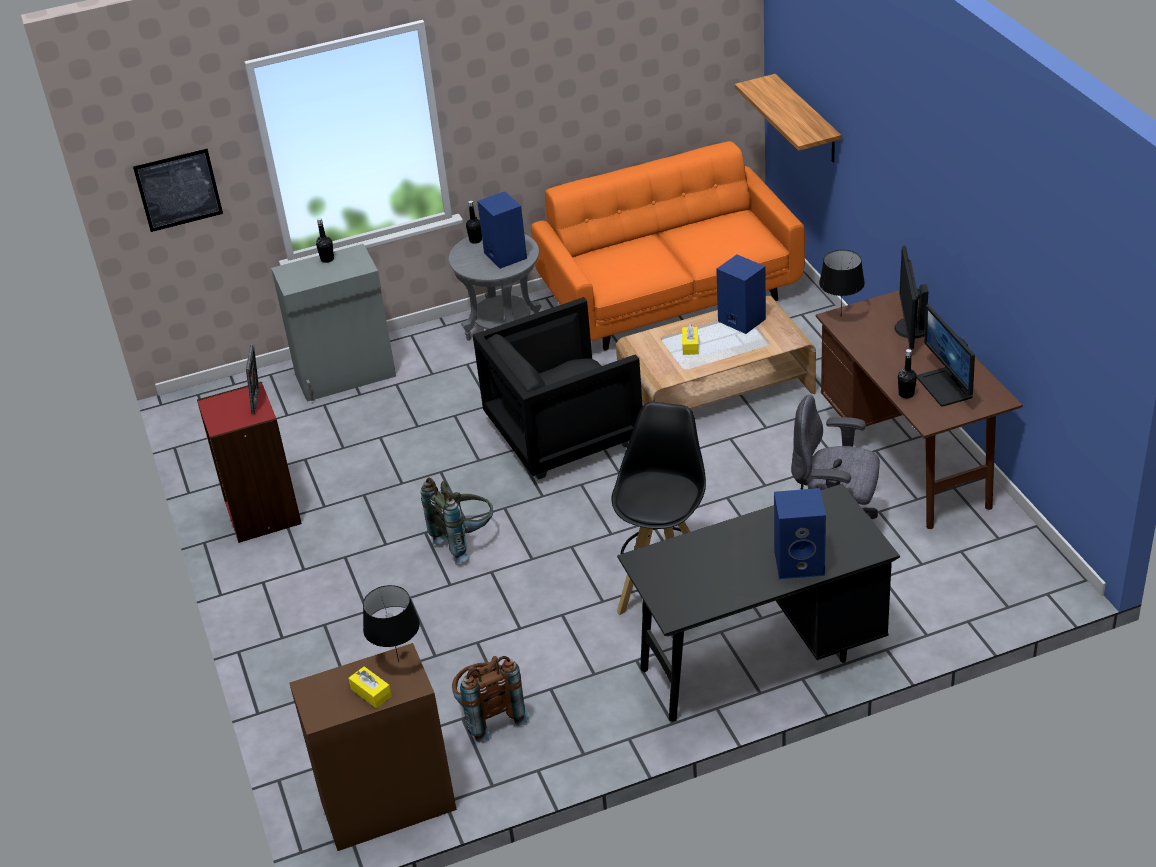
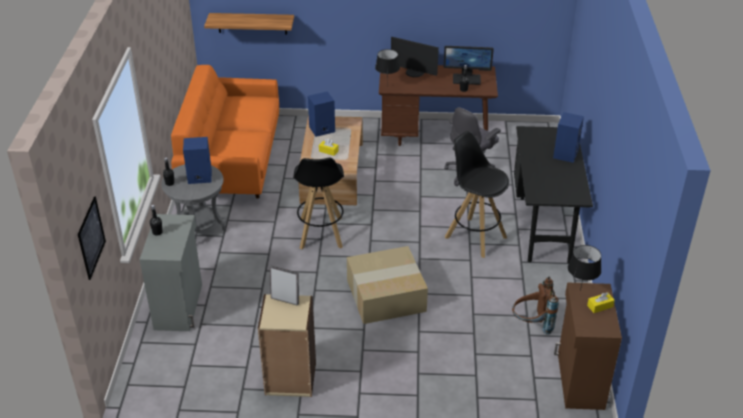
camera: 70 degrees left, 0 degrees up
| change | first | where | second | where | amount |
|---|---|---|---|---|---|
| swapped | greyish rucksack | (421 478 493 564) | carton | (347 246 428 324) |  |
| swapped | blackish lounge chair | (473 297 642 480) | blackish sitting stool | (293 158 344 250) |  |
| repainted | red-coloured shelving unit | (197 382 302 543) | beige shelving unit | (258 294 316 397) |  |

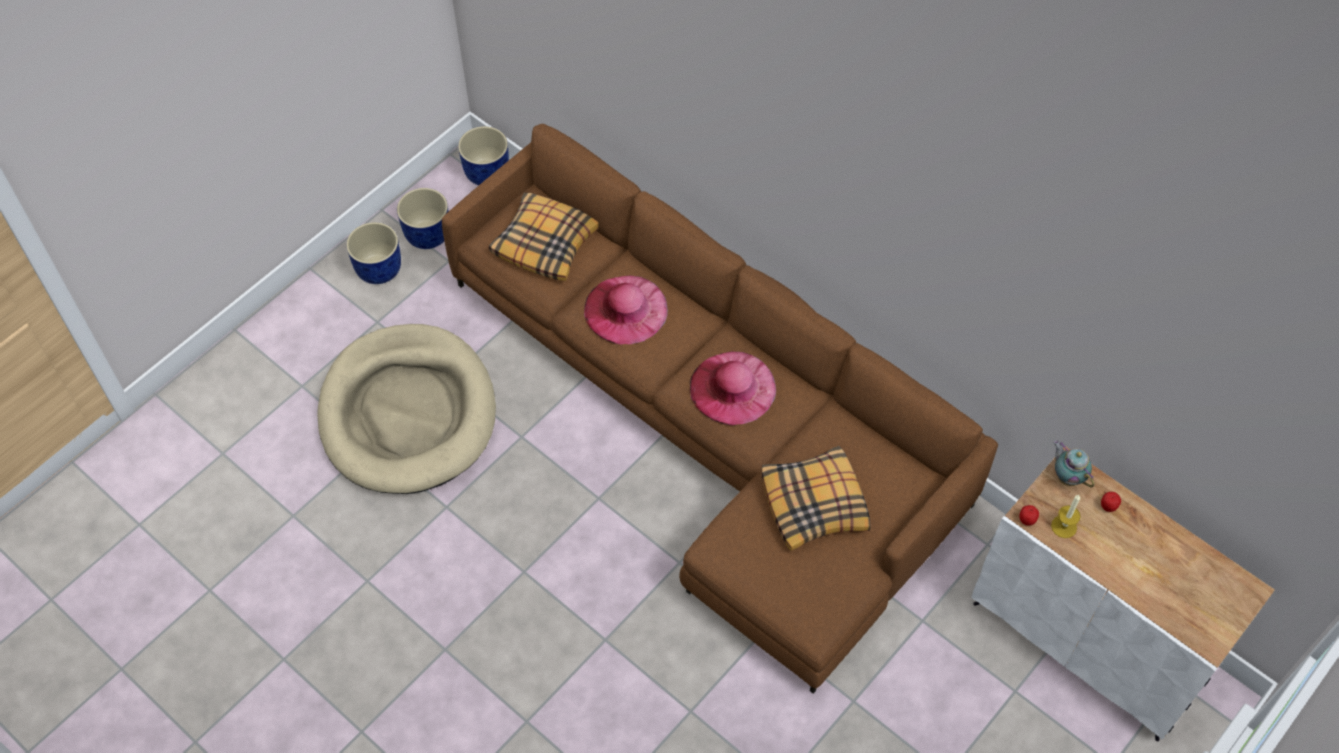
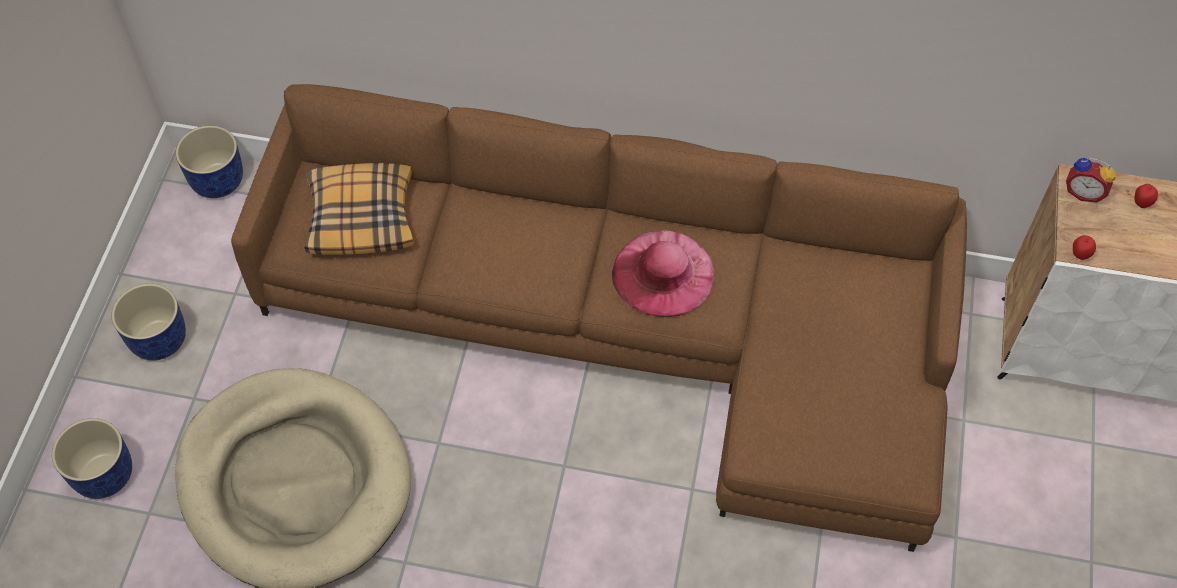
camera: 30 degrees left, 0 degrees up
| change | first | where | second | where | amount |
|---|---|---|---|---|---|
| gone | pink wearable hat | (584 276 668 344) |  |  |  |
| gone | pillow | (762 446 871 551) |  |  |  |
| gone | wax candle | (1051 495 1081 538) |  |  |  |
| shifted | blue flower pot | (397 188 449 249) |  | (52 418 132 499) |  |
| swapped | teapot | (1053 440 1094 488) | table clock | (1066 158 1116 203) |  |

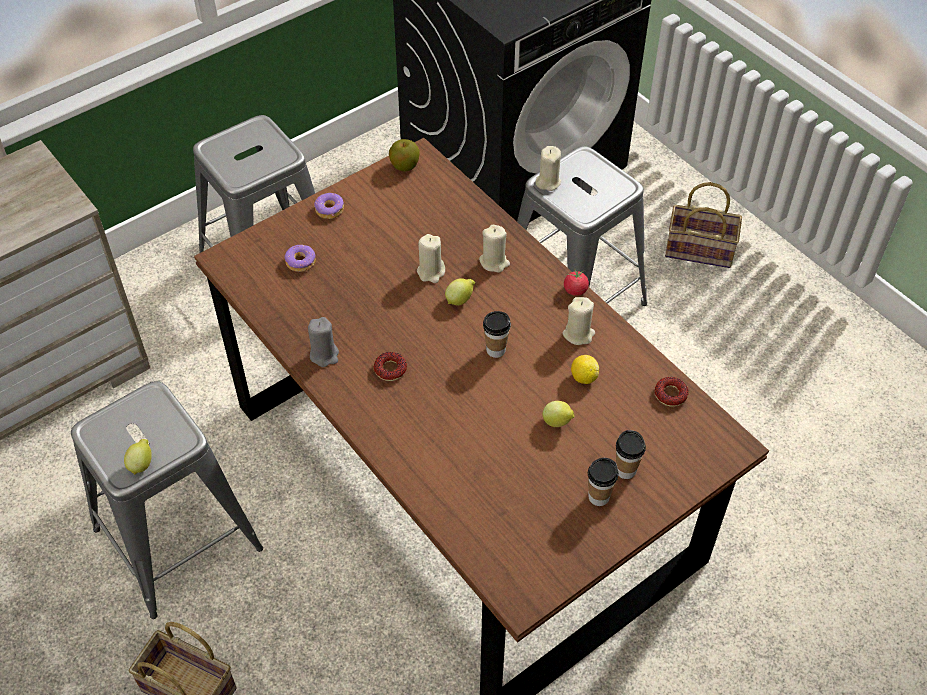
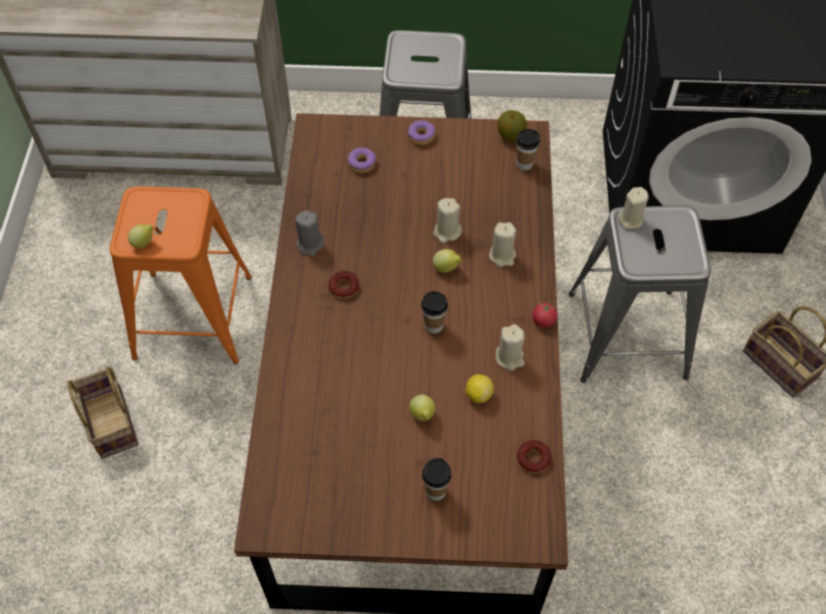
camera: 40 degrees right, 5 degrees up
| change | first | where | second | where | amount |
|---|---|---|---|---|---|
| shifted | cup | (588 458 618 506) |  | (516 129 540 171) |  |
| repainted | greyish sitting stool | (71 381 263 619) | orange sitting stool | (110 186 252 364) |  |

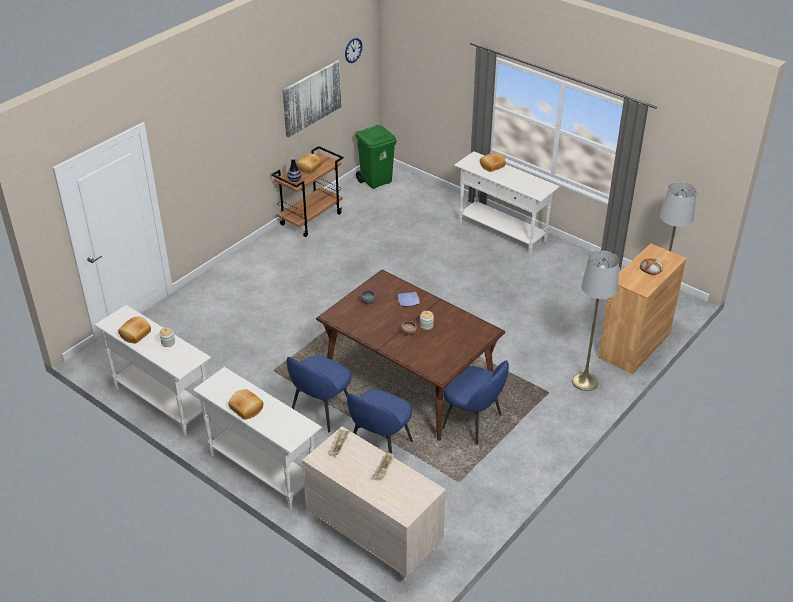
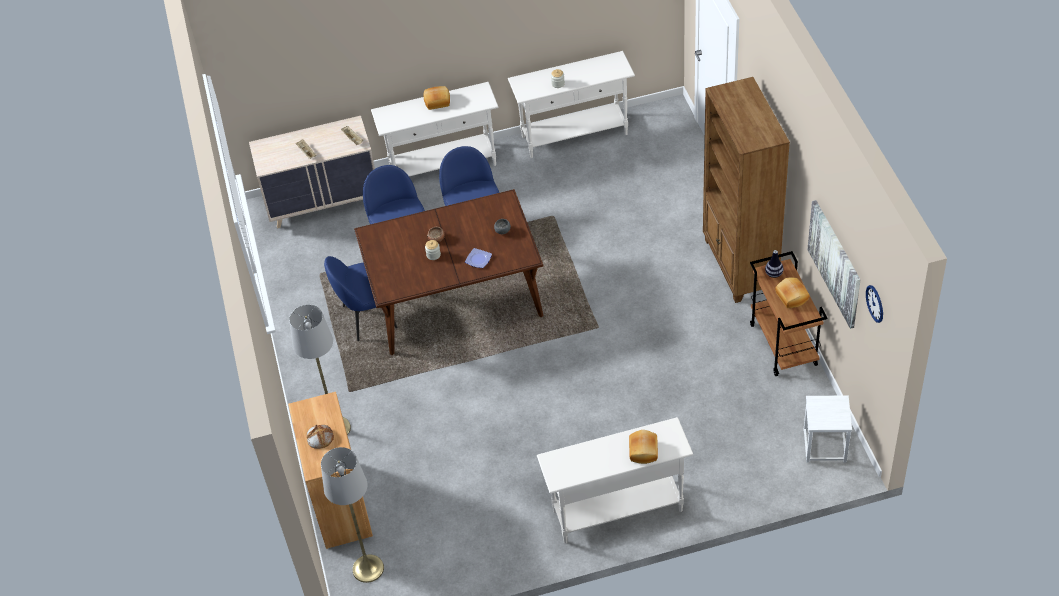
camera: 130 degrees right, 10 degrees up
| change | first | where | second | where | amount |
|---|---|---|---|---|---|
| gone | bakery bread | (118 316 151 344) |  |  |  |
| new |  |  | brownish shelving unit | (703 77 790 303) |  |
| swapped | green-coloured waste bin | (356 125 396 189) | white-coloured sitting stool | (804 396 852 463) |  |

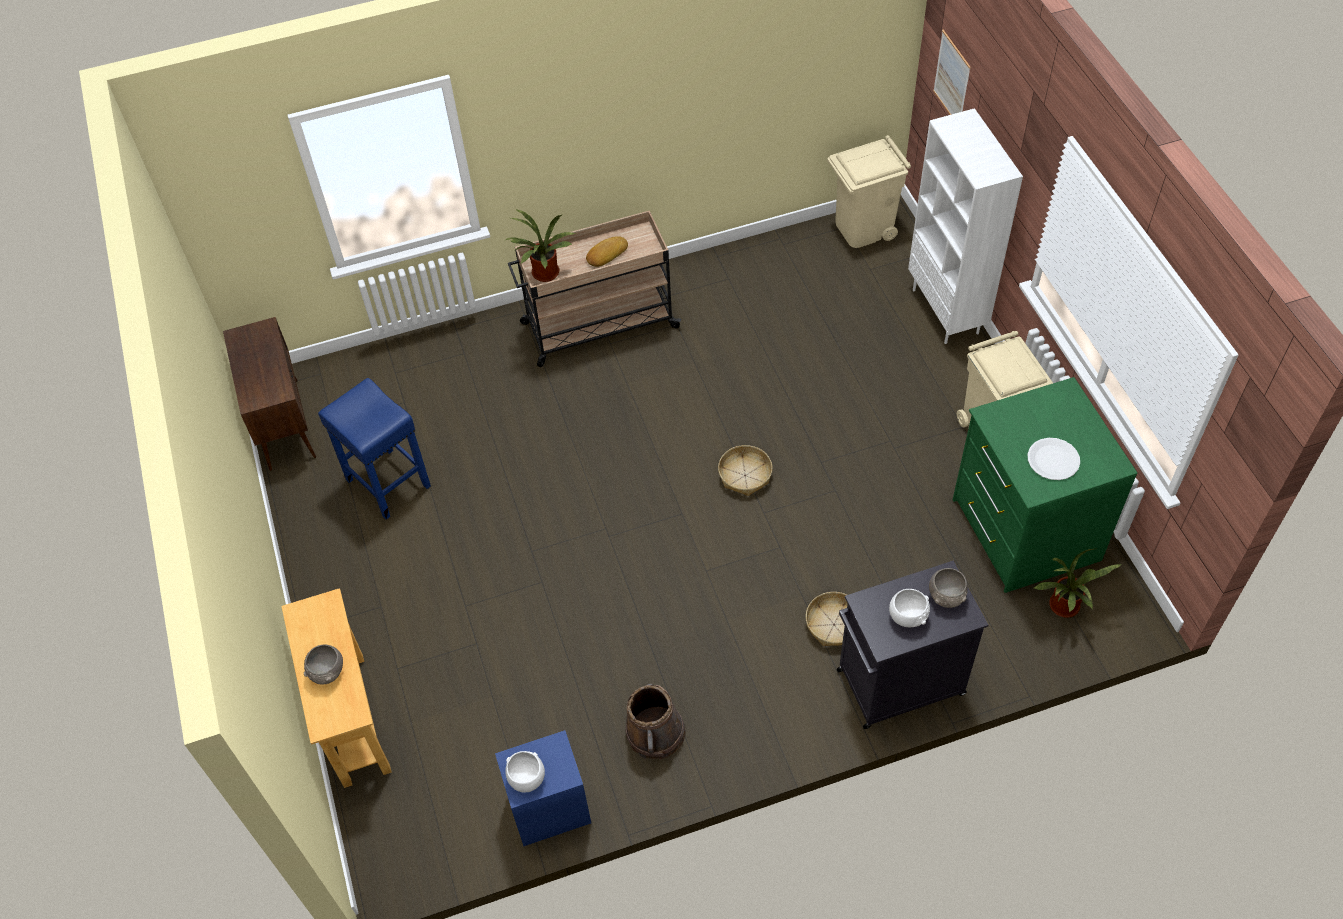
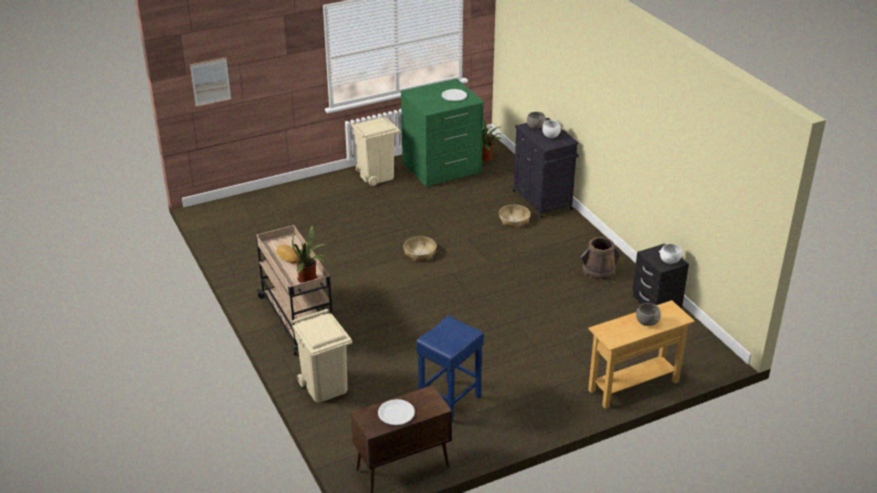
camera: 100 degrees left, 20 degrees down
| change | first | where | second | where | amount |
|---|---|---|---|---|---|
| gone | white-coloured shelving unit | (908 108 1023 344) |  |  |  |
| new |  |  | white-coloured flat dish | (378 399 415 425) |  |
| shifted | beige waste bin | (827 135 911 248) |  | (292 309 352 402) |  |
| repainted | blue bedside table | (495 730 591 846) | blackish bedside table | (632 244 689 309) |  |

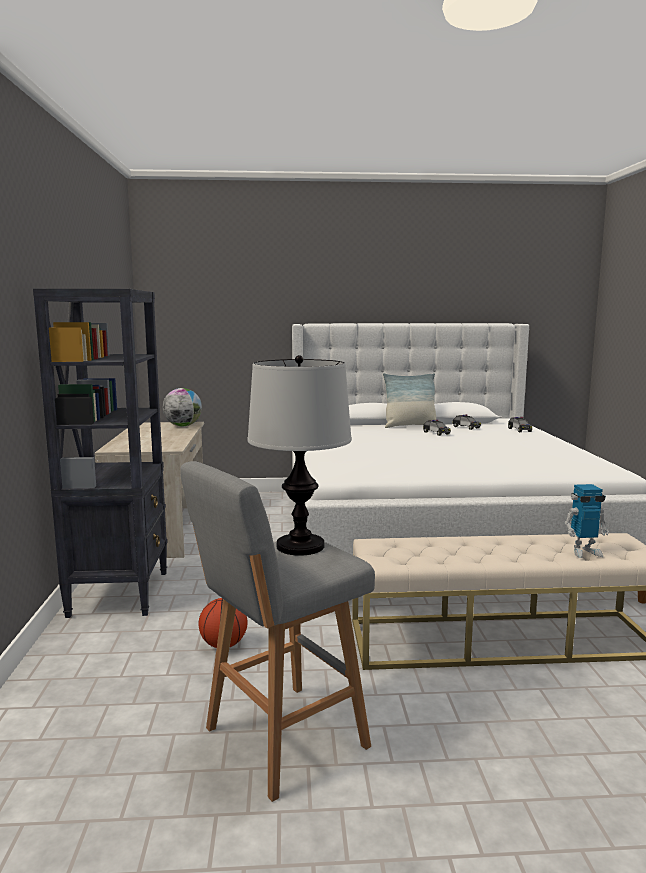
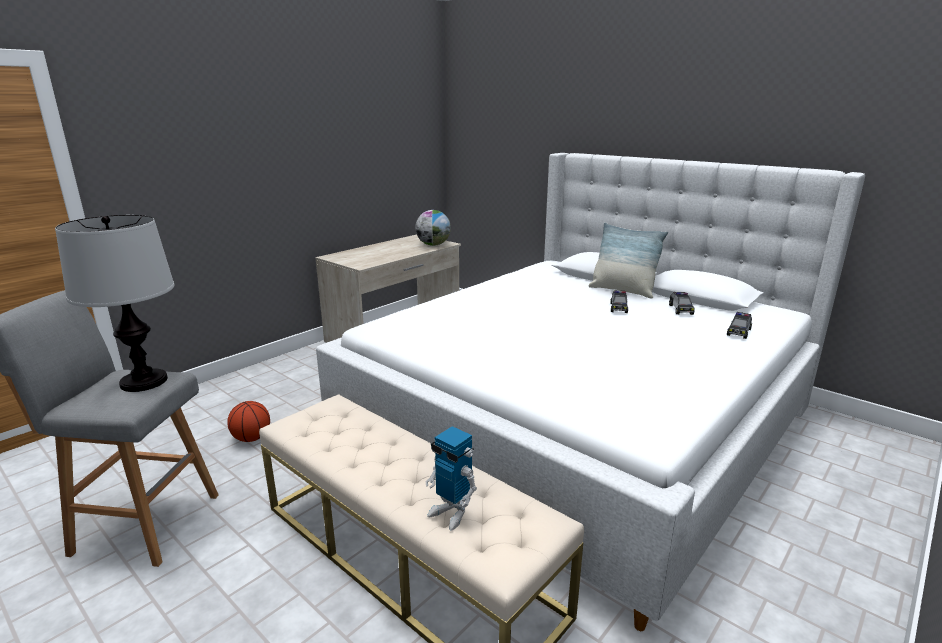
camera: 45 degrees right, 10 degrees up
| change | first | where | second | where | amount |
|---|---|---|---|---|---|
| gone | blackish shelving unit | (33 289 168 618) |  |  |  |

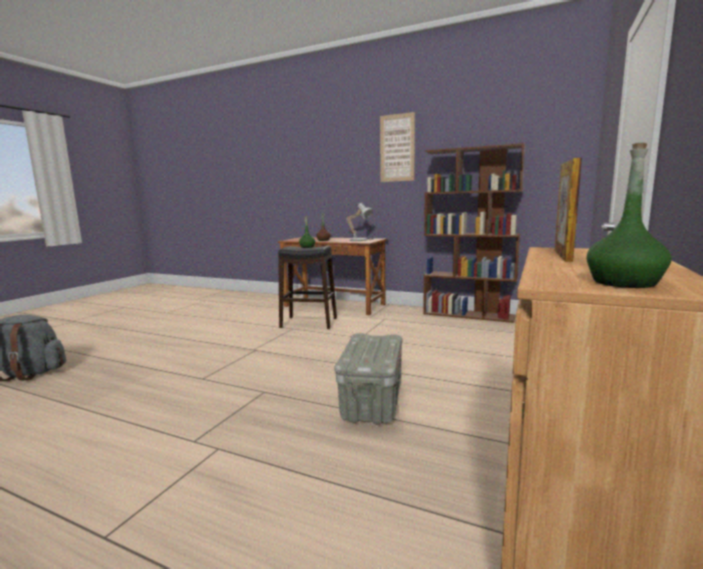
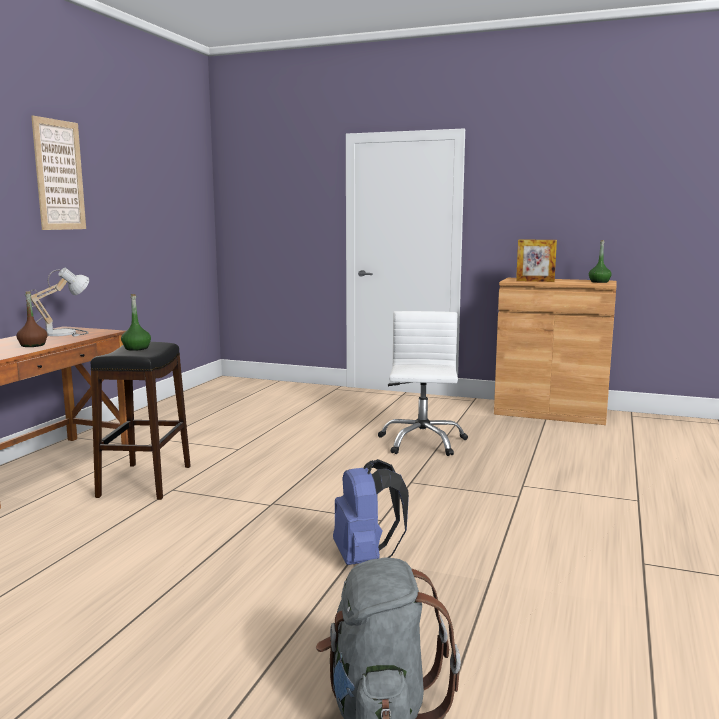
camera: 95 degrees left, 0 degrees up
| change | first | where | second | where | amount |
|---|---|---|---|---|---|
| gone | brownish shelving unit | (423 143 526 323) |  |  |  |
| new |  |  | blue rucksack | (333 459 409 565) |  |
| swapped | greyish storage bin | (335 333 402 425) | white-coloured computer chair | (378 311 468 456) |  |

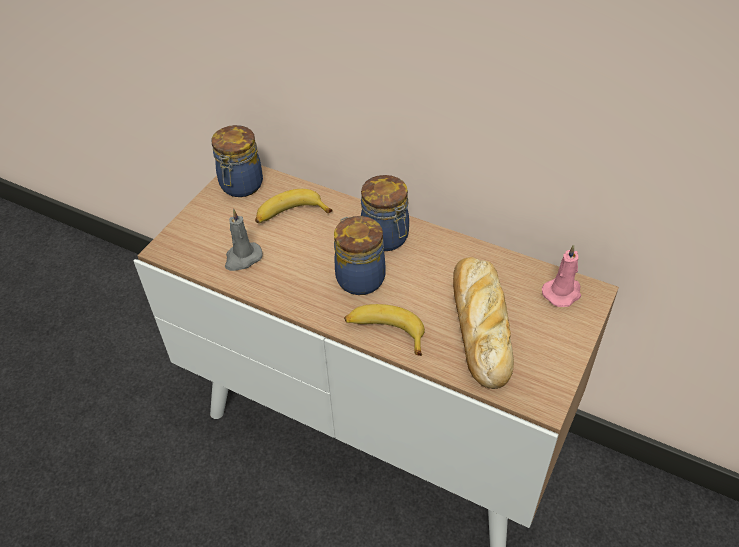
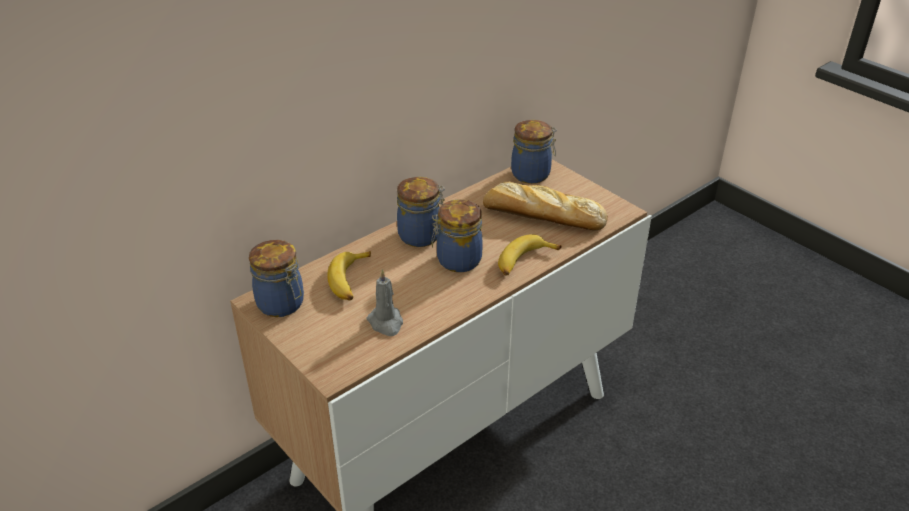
camera: 70 degrees left, 10 degrees down
| change | first | where | second | where | amount |
|---|---|---|---|---|---|
| swapped | pink wax candle | (542 245 581 307) | jar | (511 120 557 184) |  |

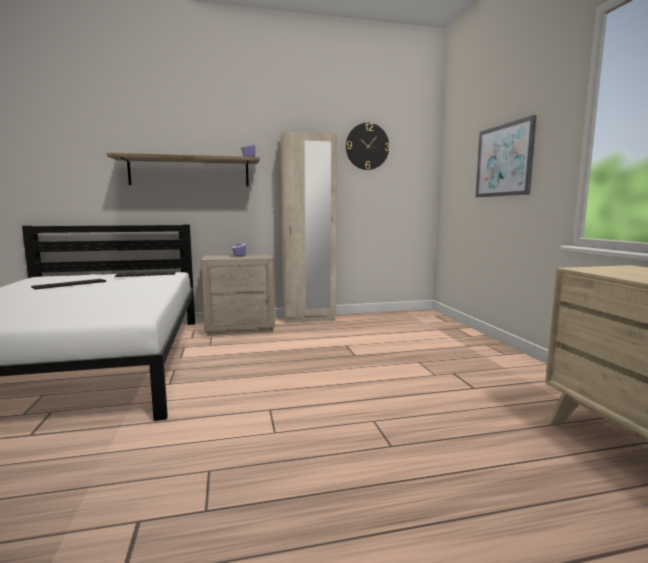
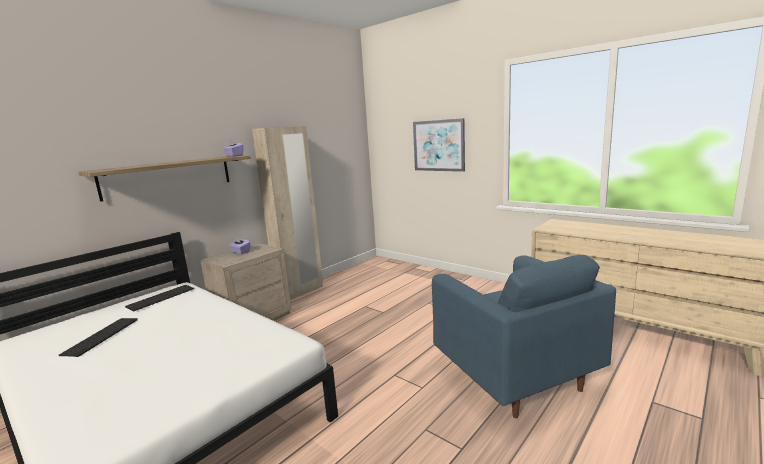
camera: 35 degrees left, 5 degrees up
| change | first | where | second | where | amount |
|---|---|---|---|---|---|
| gone | clock on the wall | (346 123 390 170) |  |  |  |
| new |  |  | blue lounge chair | (432 255 616 418) |  |

